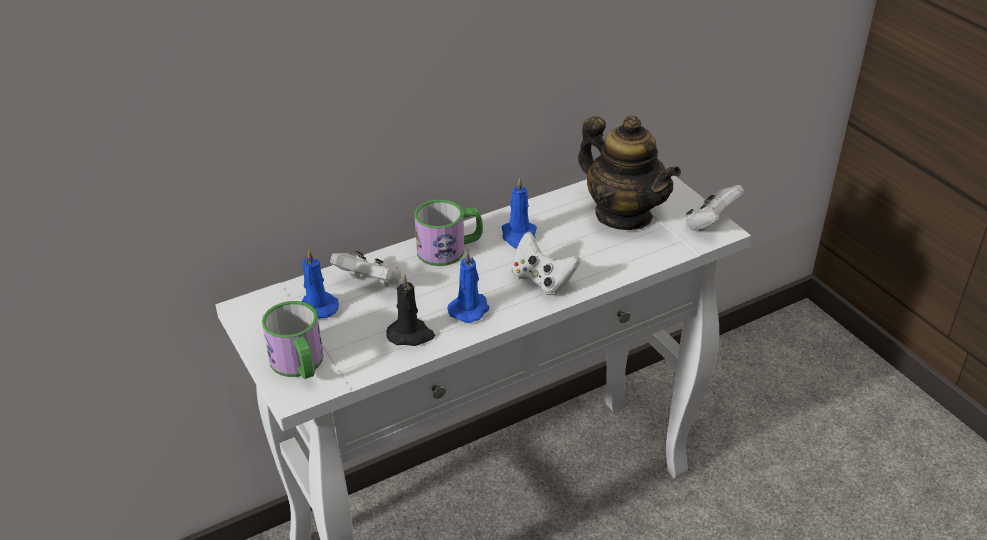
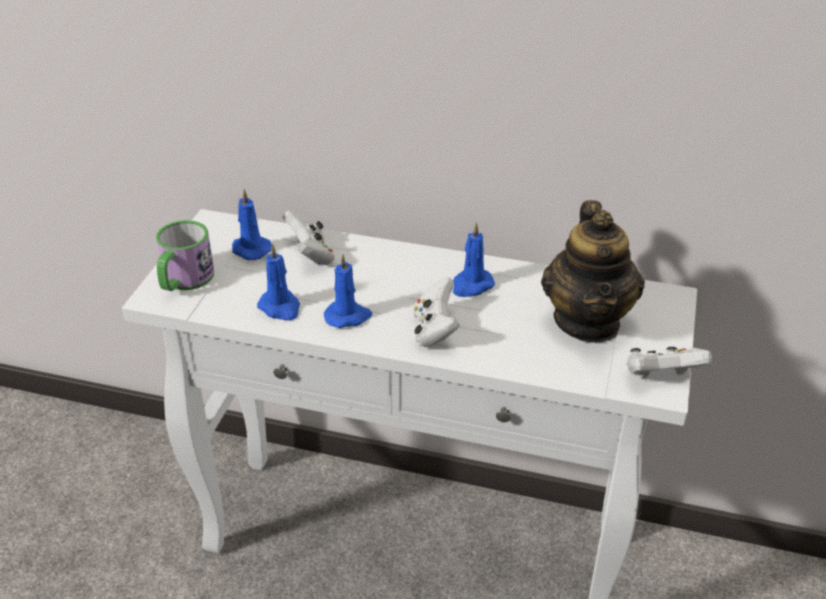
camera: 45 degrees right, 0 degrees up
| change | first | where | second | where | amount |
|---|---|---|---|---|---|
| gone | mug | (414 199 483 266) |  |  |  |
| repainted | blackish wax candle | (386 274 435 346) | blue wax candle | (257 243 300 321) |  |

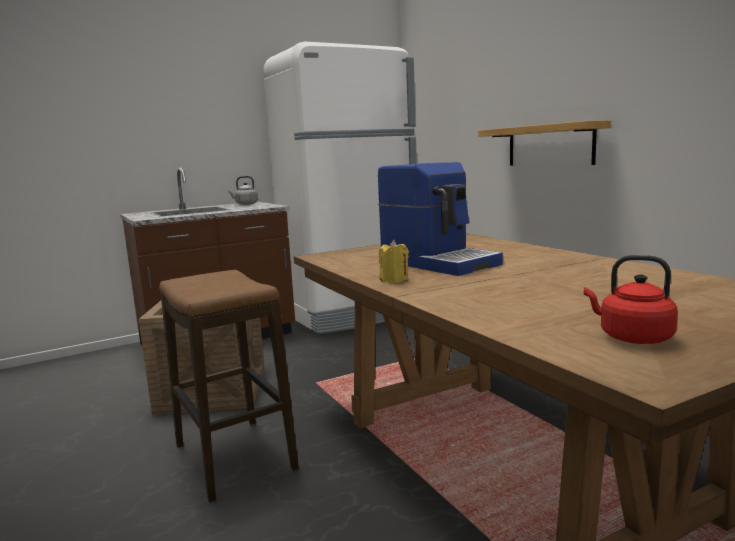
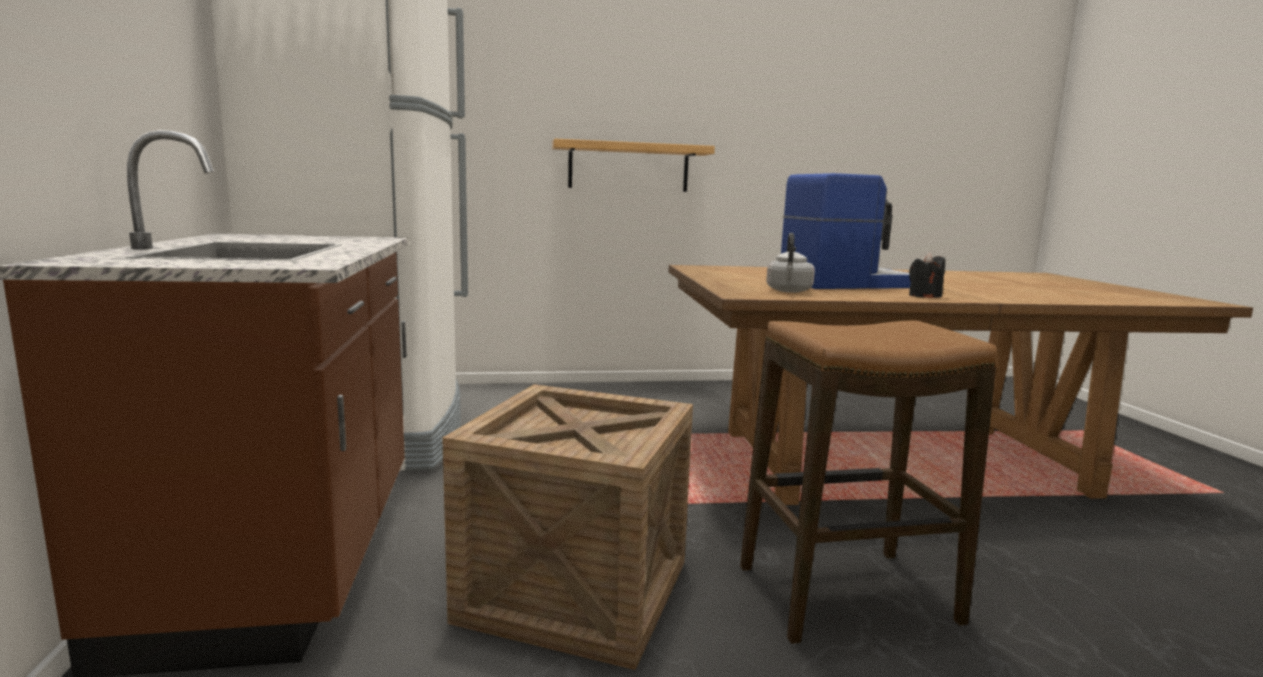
camera: 70 degrees left, 0 degrees up
| change | first | where | second | where | amount |
|---|---|---|---|---|---|
| gone | red-coloured tea kettle | (584 255 678 344) |  |  |  |
| shifted | greyish tea kettle | (228 176 258 205) |  | (766 233 815 293) |  |
| repainted | yellowish wax candle | (379 240 409 283) | blackish wax candle | (909 253 945 298) |  |

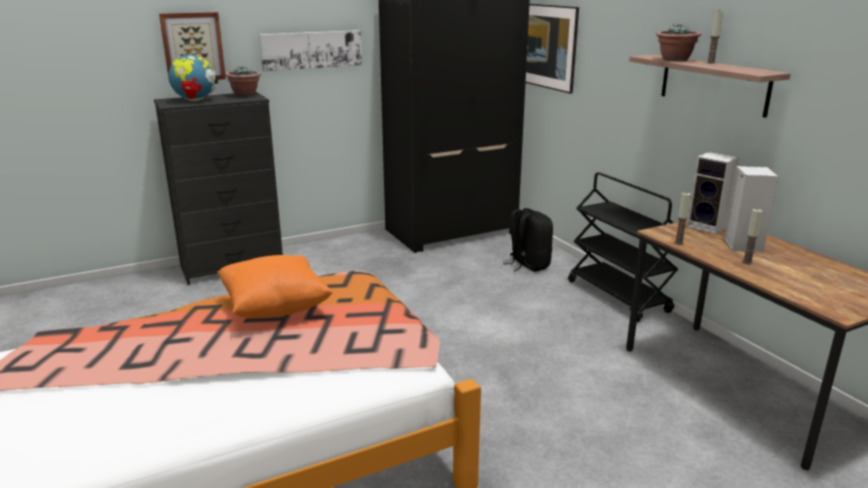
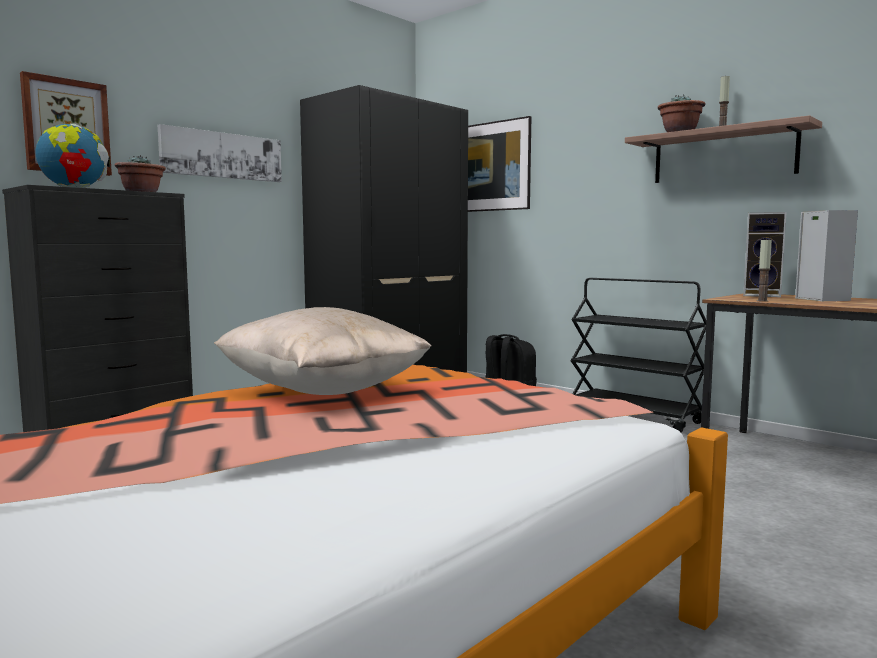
camera: 20 degrees left, 15 degrees down
| change | first | where | second | where | amount |
|---|---|---|---|---|---|
| gone | wax candle | (742 209 762 265) |  |  |  |
| repainted | orange pillow | (218 255 333 318) | beige pillow | (214 307 432 395) |  |

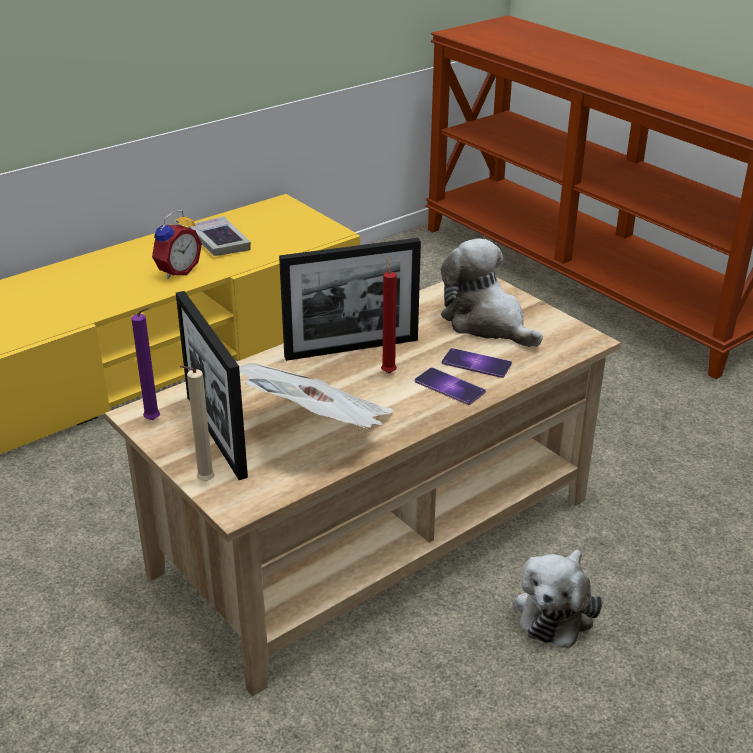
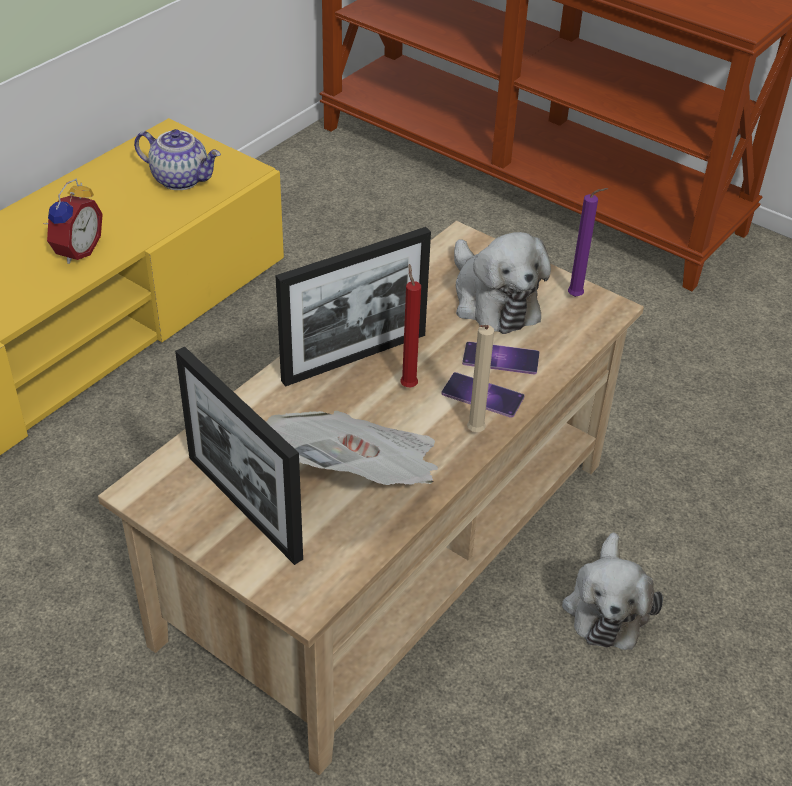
camera: 15 degrees left, 10 degrees up
| change | first | where | second | where | amount |
|---|---|---|---|---|---|
| gone | book | (188 216 251 256) |  |  |  |
| new |  |  | teapot | (134 129 221 190) |  |
| shifted | purplish wax candle | (131 308 160 420) |  | (568 188 608 297) |  |
| shifted | beige wax candle | (180 366 215 481) |  | (467 325 494 432) |  |
| rotated | cuddly toy | (441 239 543 347) |  | (454 232 551 334) | 150 degrees counterclockwise |

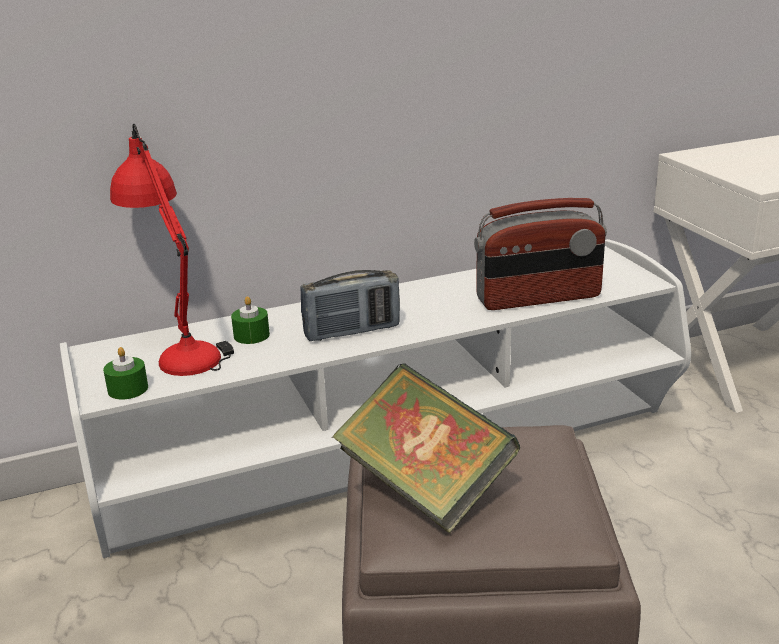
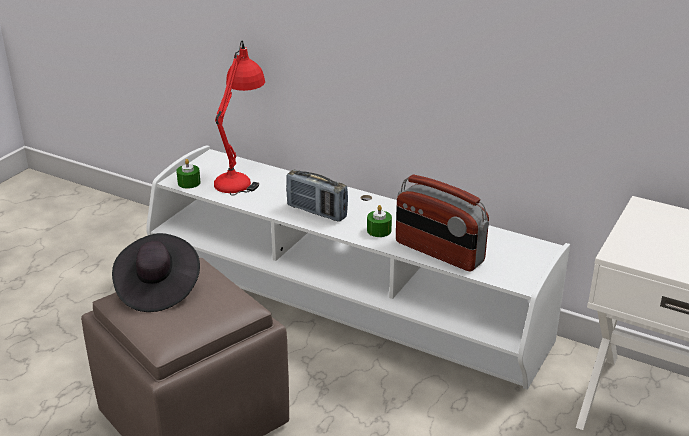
camera: 50 degrees right, 5 degrees up
| change | first | where | second | where | amount |
|---|---|---|---|---|---|
| shifted | green-coloured wax candle | (231 296 270 344) |  | (367 205 392 237) |  |
| swapped | book | (332 363 520 534) | blackish wearable hat | (112 233 200 312) |  |

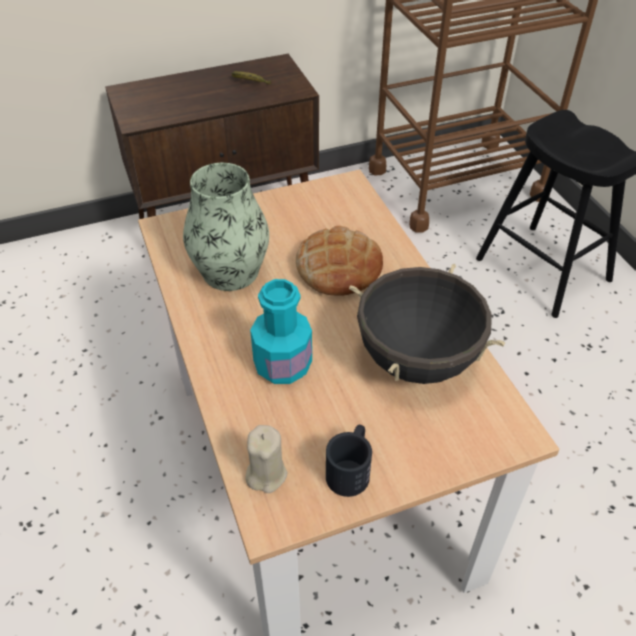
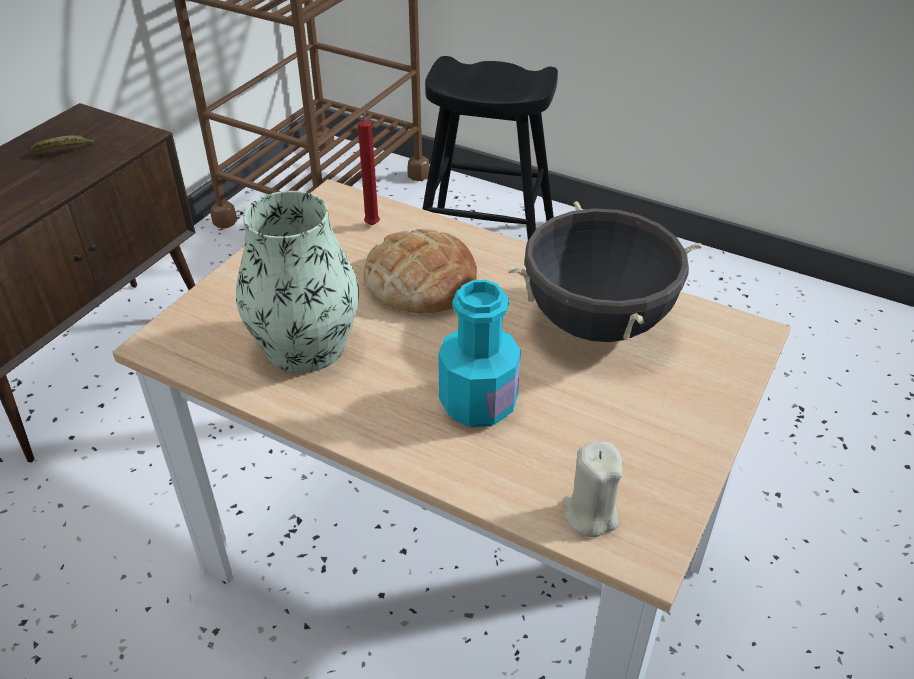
camera: 40 degrees left, 5 degrees down
| change | first | where | second | where | amount |
|---|---|---|---|---|---|
| gone | blackish mug | (326 425 372 497) |  |  |  |
| new |  |  | red-coloured wax candle | (358 104 380 225) |  |

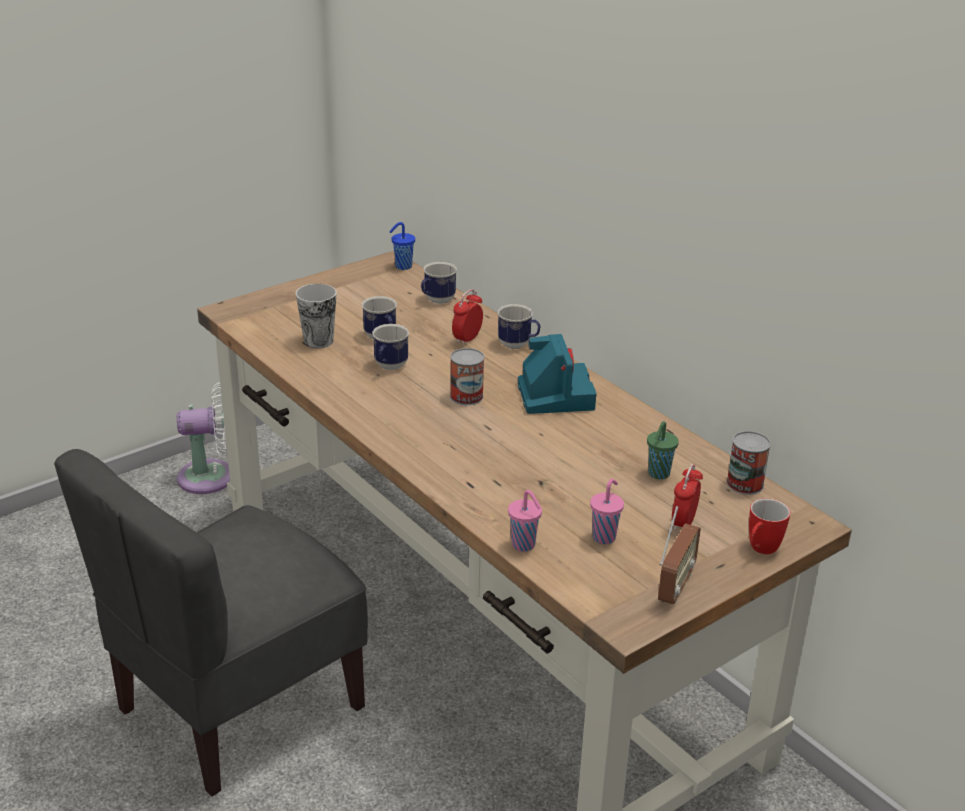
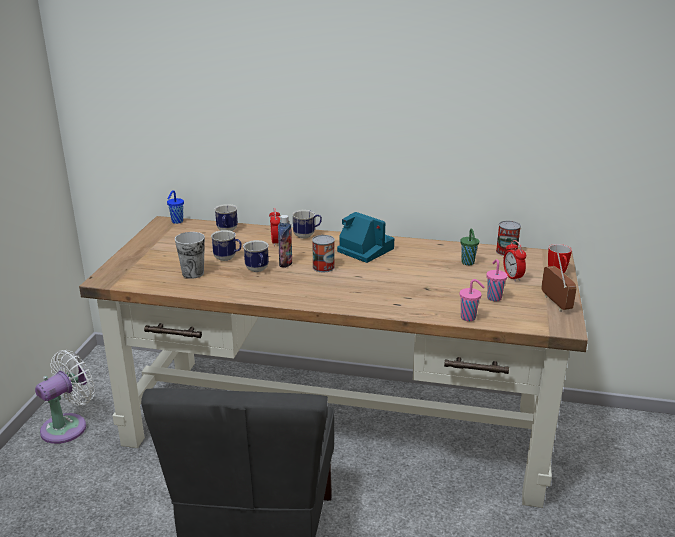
camera: 40 degrees left, 5 degrees down
| change | first | where | second | where | amount |
|---|---|---|---|---|---|
| new |  |  | bottle | (278 215 292 268) |  |

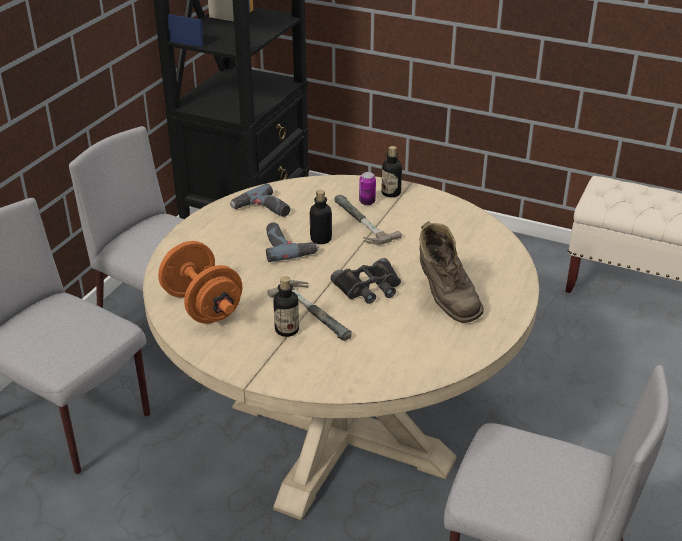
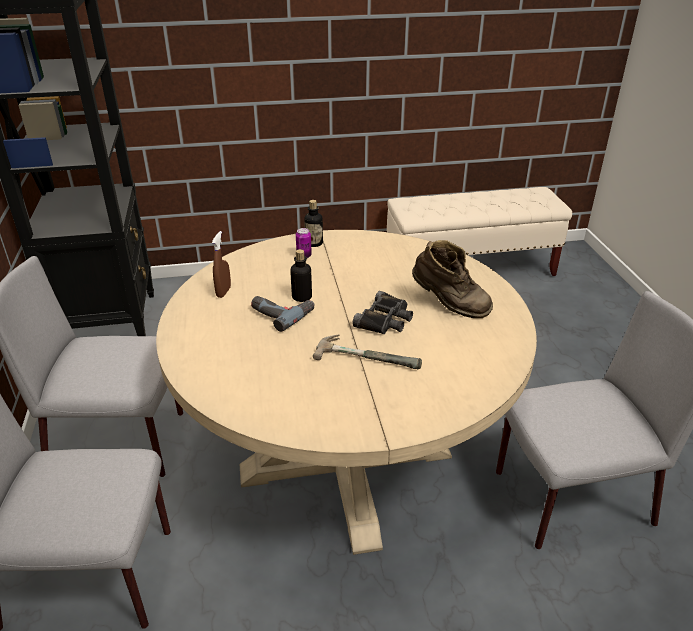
camera: 35 degrees left, 0 degrees up
| change | first | where | second | where | amount |
|---|---|---|---|---|---|
| gone | orange hand weight | (158 241 242 324) |  |  |  |
| gone | bottle | (273 276 299 337) |  |  |  |
| gone | hand hammer | (334 195 402 245) |  |  |  |
| swapped | electric drill | (230 183 290 217) | brownish sprayer | (212 231 231 298) |  |

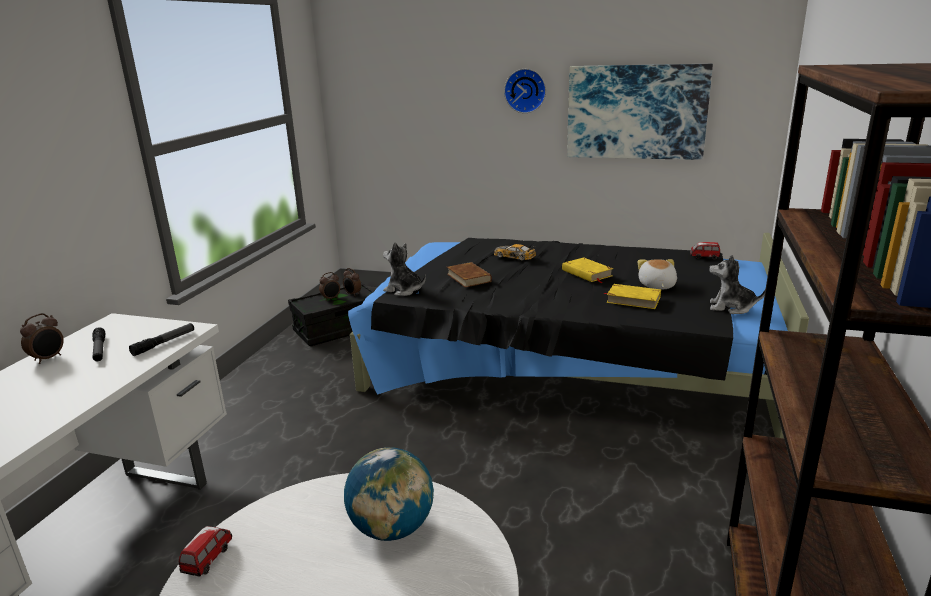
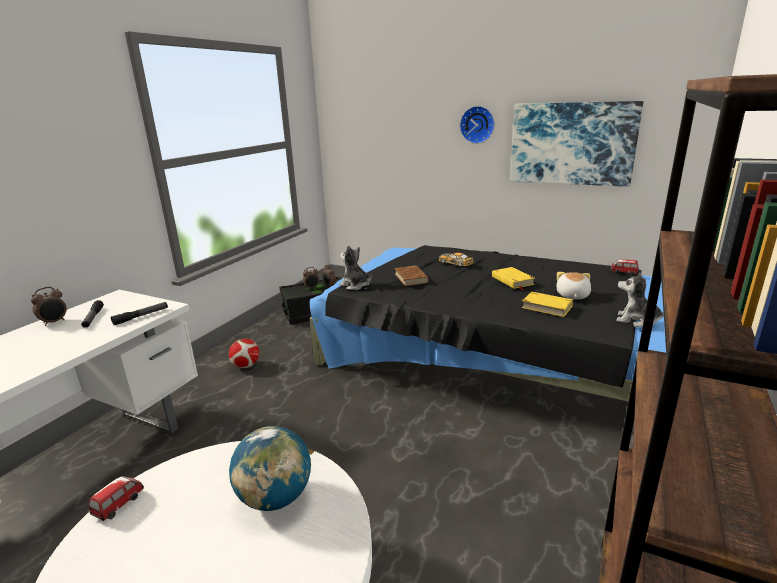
camera: 10 degrees right, 0 degrees up
| change | first | where | second | where | amount |
|---|---|---|---|---|---|
| new |  |  | ball for football | (229 339 259 368) |  |

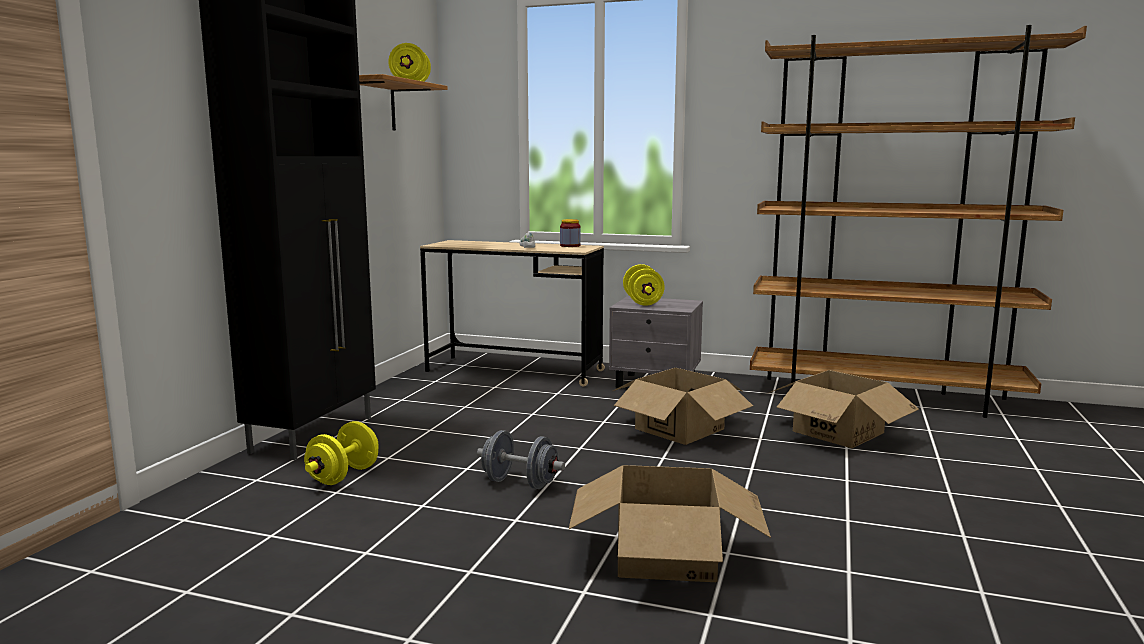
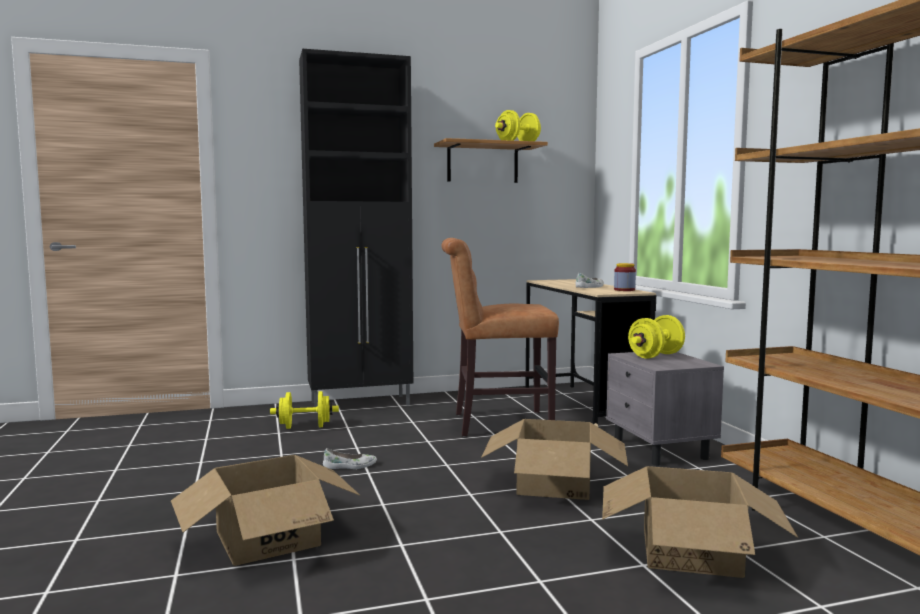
camera: 55 degrees right, 5 degrees down
| change | first | where | second | where | amount |
|---|---|---|---|---|---|
| new |  |  | brownish upright chair | (441 238 559 437) |  |
| swapped | greyish hand weight | (477 430 565 489) | white-coloured shoe | (323 448 377 469) |  |

